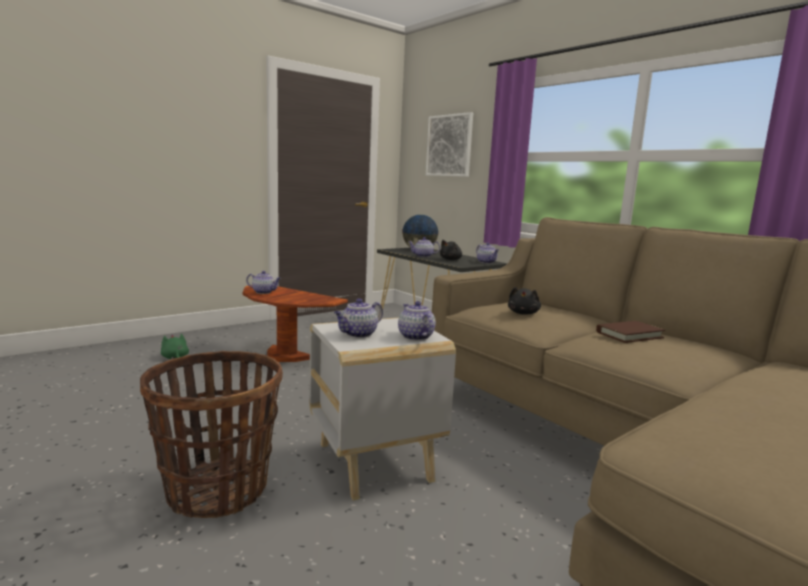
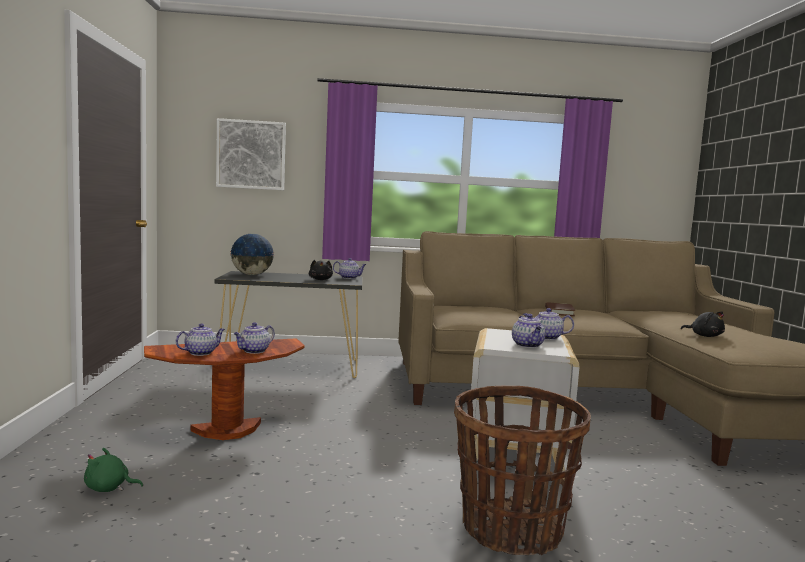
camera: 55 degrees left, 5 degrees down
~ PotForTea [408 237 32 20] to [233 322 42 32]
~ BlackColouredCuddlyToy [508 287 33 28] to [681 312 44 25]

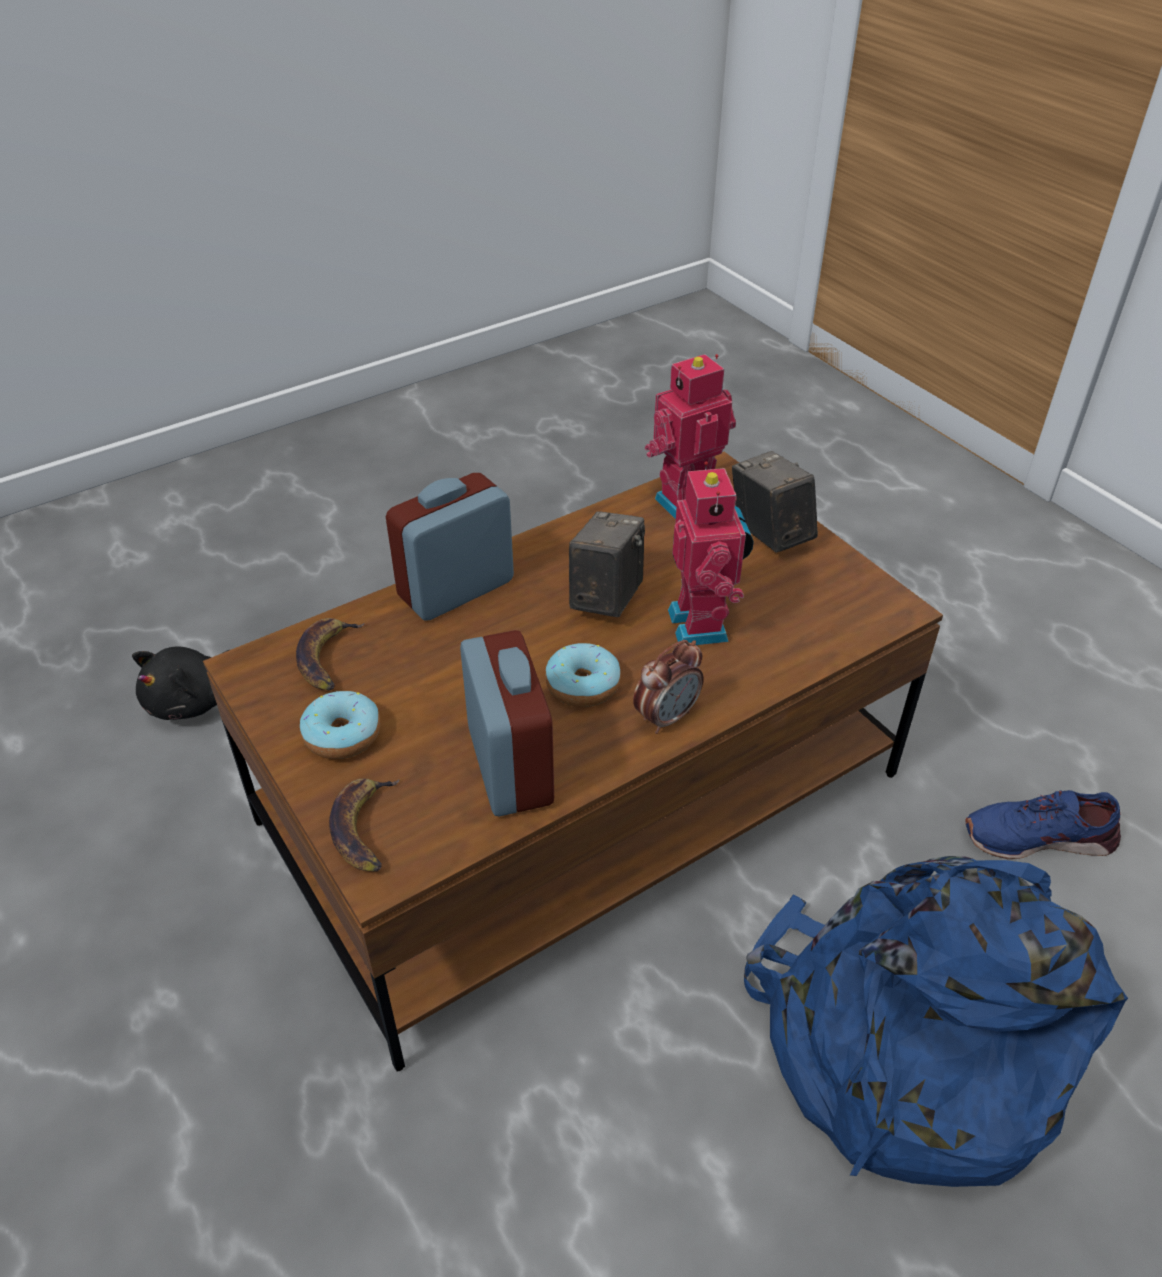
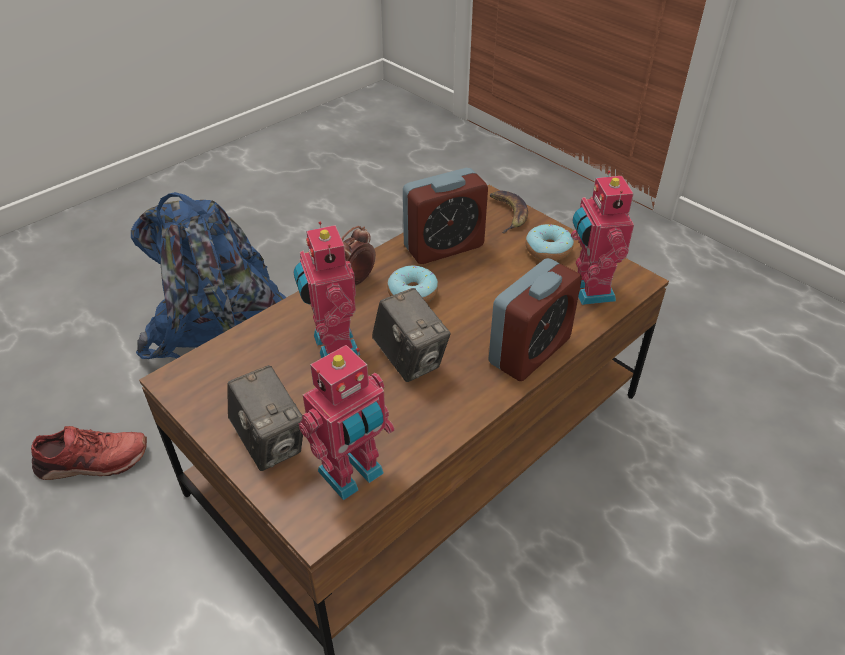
camera: 170 degrees right, 0 degrees up
~ StillCamera [569 511 76 106] = [372 288 79 94] 45 degrees counterclockwise
~ BananaFruit [296 618 68 73] to ModelRobot [571 171 63 134]
~ TableClock [460 630 94 186] = [403 168 85 96] 90 degrees counterclockwise
- BlackColouredCuddlyToy [132 646 97 74]
~ BlueLowShoe [965 790 156 69] to RedLowShoe [31 426 116 54]

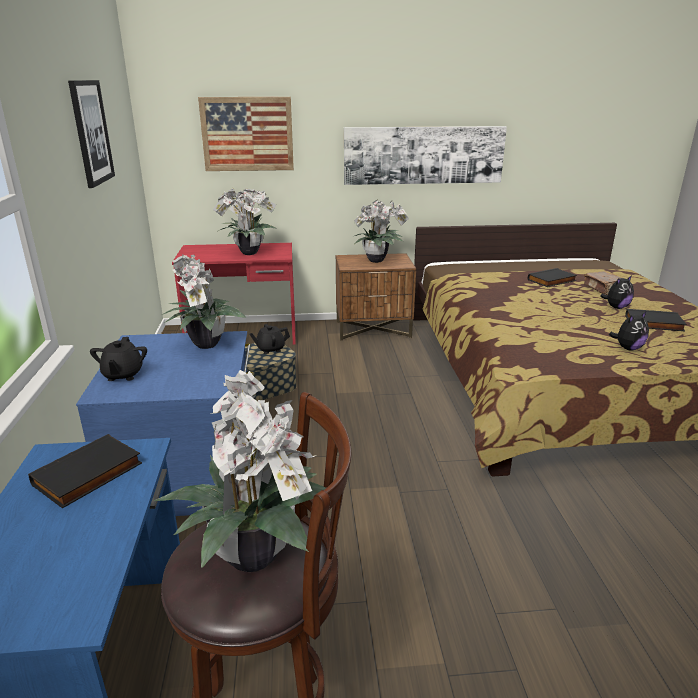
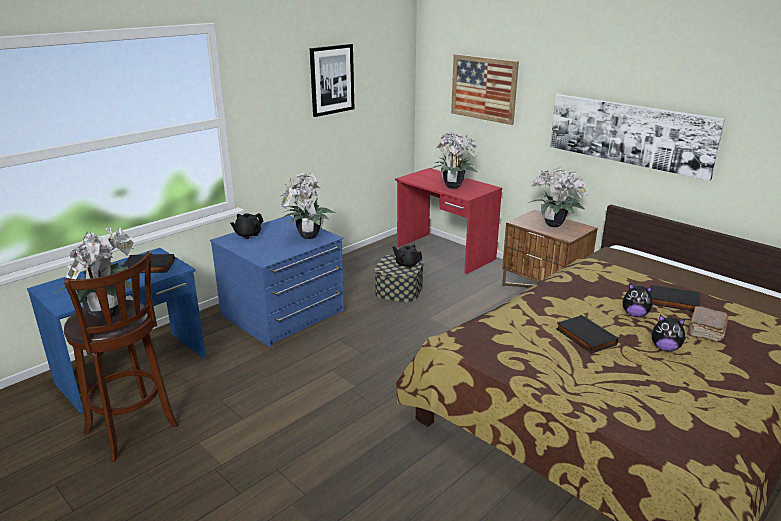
camera: 50 degrees right, 0 degrees up
~ BlackColouredBoundBook [625 309 62 22] to [556 315 62 39]
~ CuddlyToy [609 311 40 39] to [623 283 32 34]

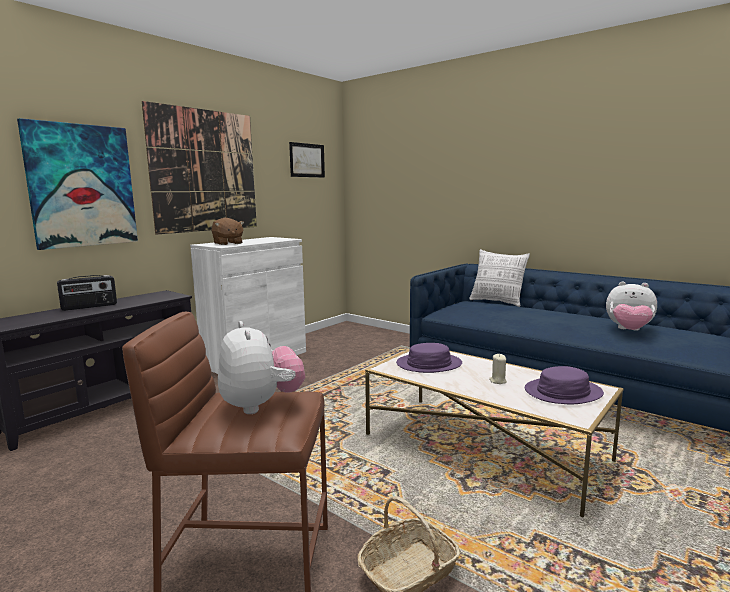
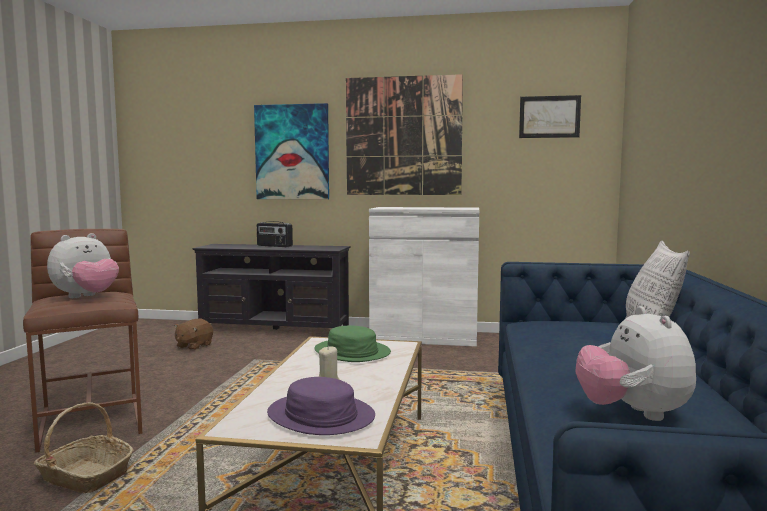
camera: 60 degrees right, 5 degrees down
~ BrownCuddlyToy [211 218 33 27] to [174 318 39 32]
~ PurpleColouredWearableHat [396 343 66 30] to GreenWearableHat [314 325 77 37]

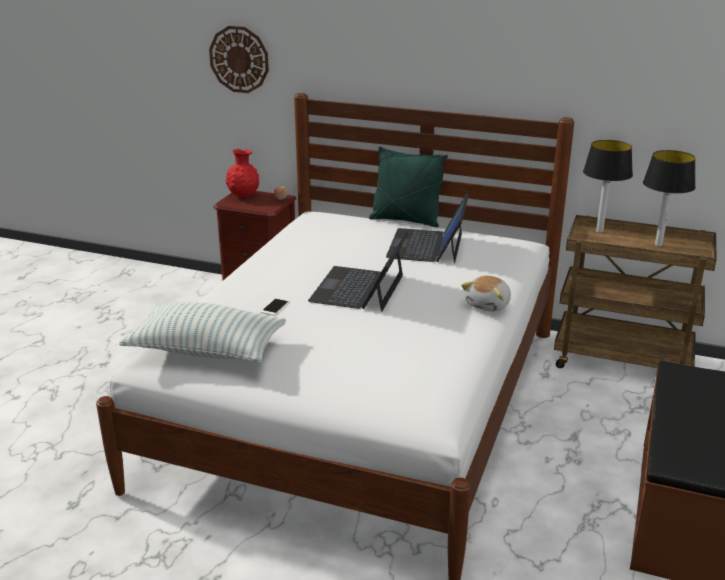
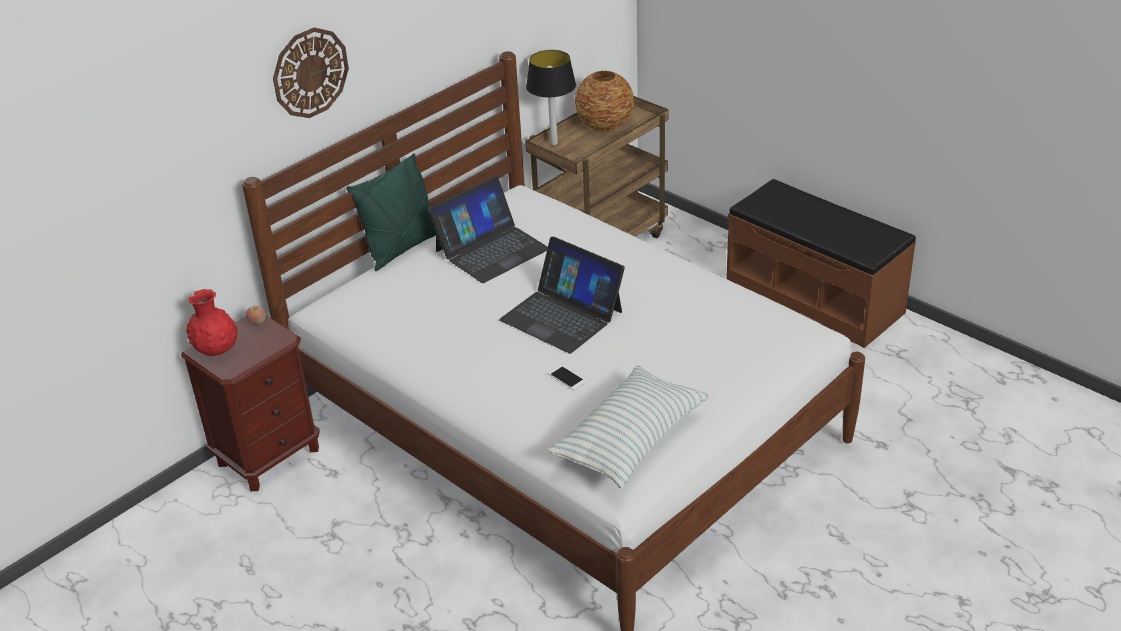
camera: 65 degrees left, 10 degrees up
~ WallClock [209 26 60 67] to [273 28 76 90]
~ TabletopLamp [643 150 53 97] to FlowerVase [575 71 59 60]
~ PortableComputer [386 194 83 69] = [428 176 120 107] 75 degrees counterclockwise
- CuddlyToy [461 276 50 36]

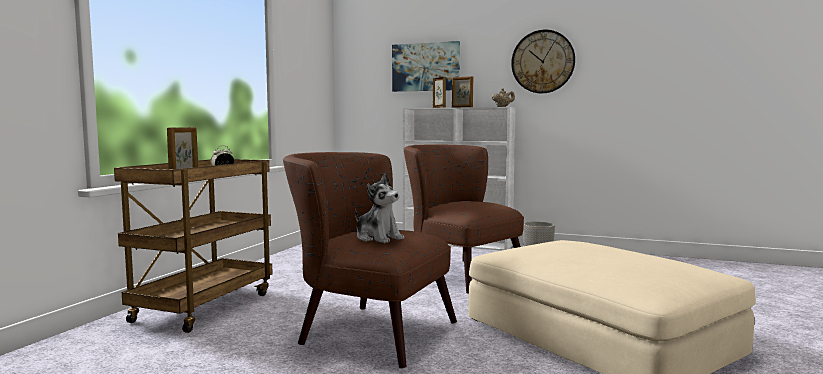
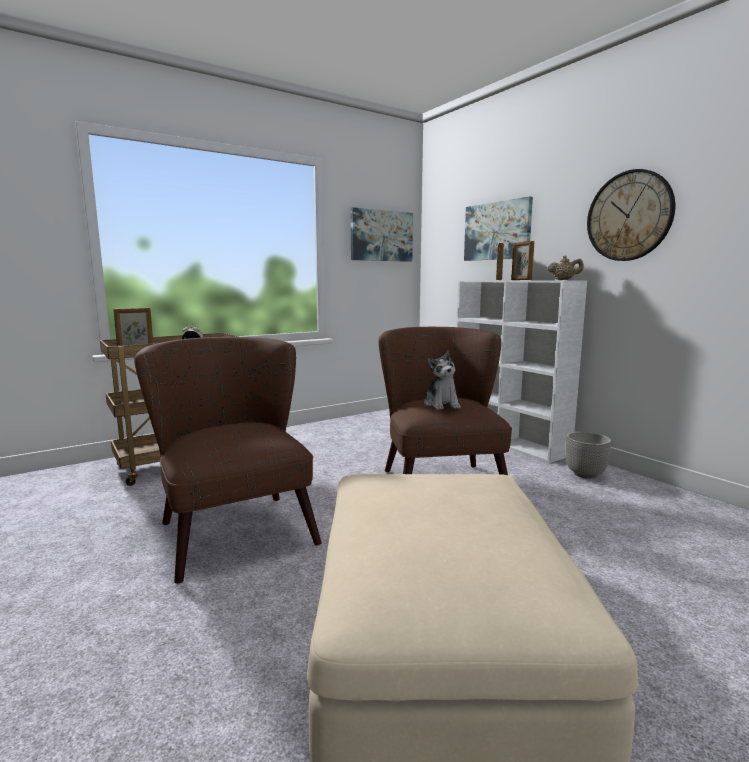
camera: 35 degrees right, 5 degrees up
~ CuddlyToy [355 174 49 69] to [424 350 37 60]
+ WallArt [350 207 63 55]

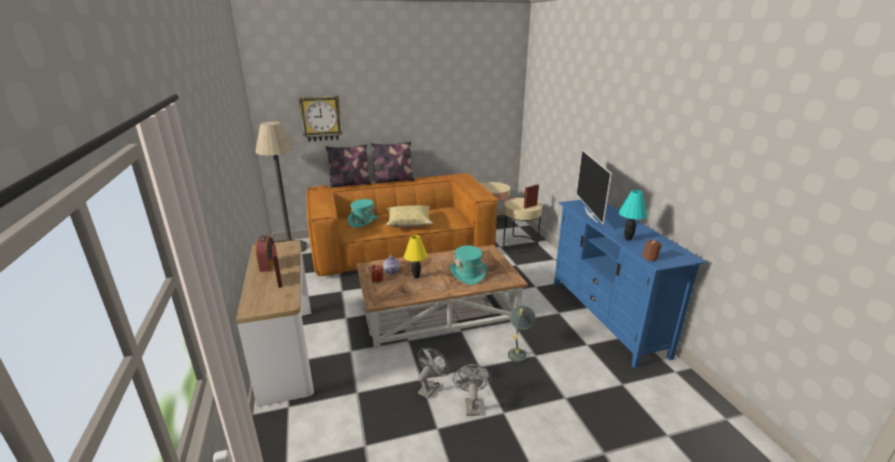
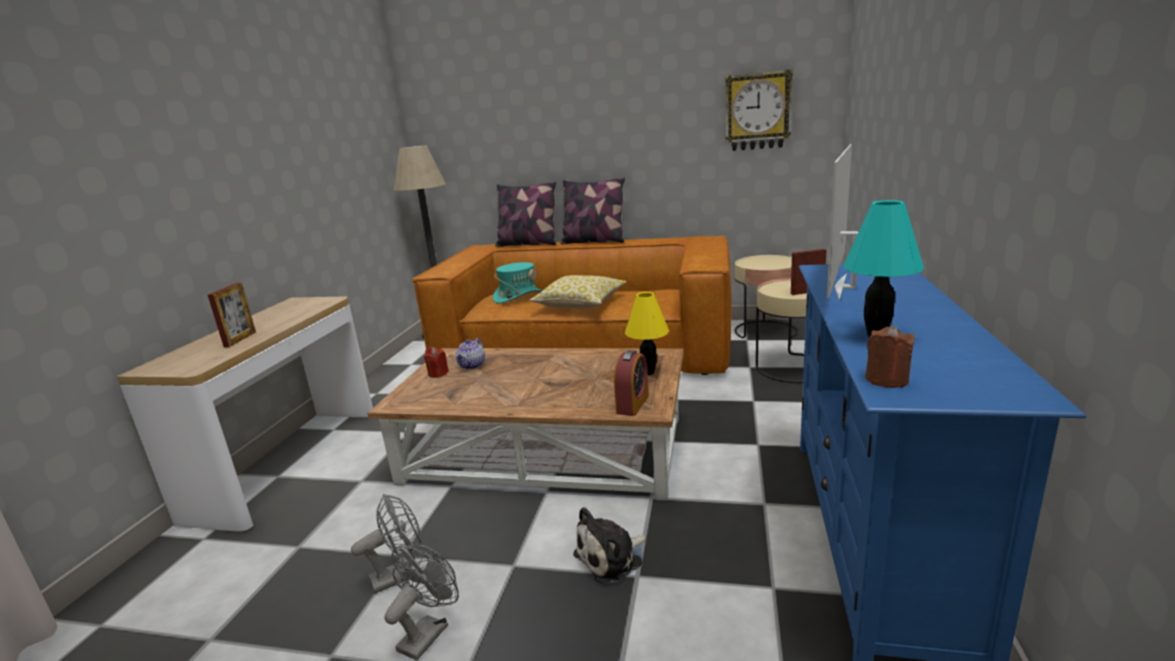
camera: 30 degrees right, 5 degrees down
~ WallClock [298 95 45 47] to [726 70 67 81]
~ TableClock [255 235 19 37] to [614 350 35 66]
~ YellowishTabletopLamp [404 235 24 44] to [625 292 44 83]
- TurquoiseColouredWearableHat [450 245 37 40]
~ GreyishTabletopLamp [508 306 27 56] to CuddlyToy [573 507 73 76]

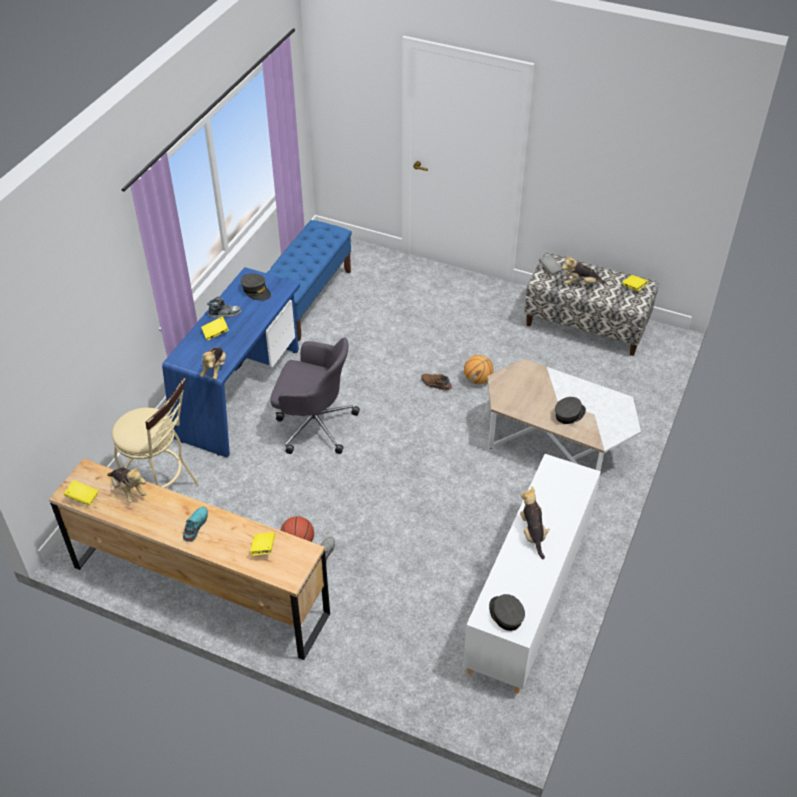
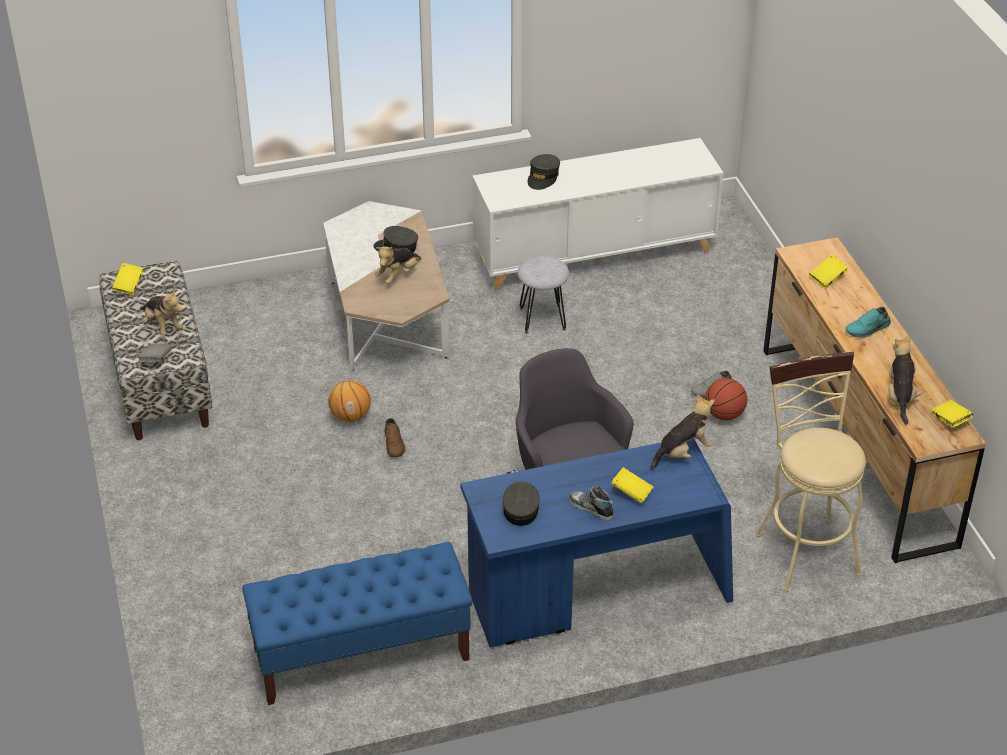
camera: 130 degrees left, 5 degrees down
~ CuddlyToy [520 486 30 73] to [375 246 46 38]
~ GreyishBaseballCap [489 594 36 37] to [528 154 32 36]
+ GreyishStoolSeat [518 256 51 77]

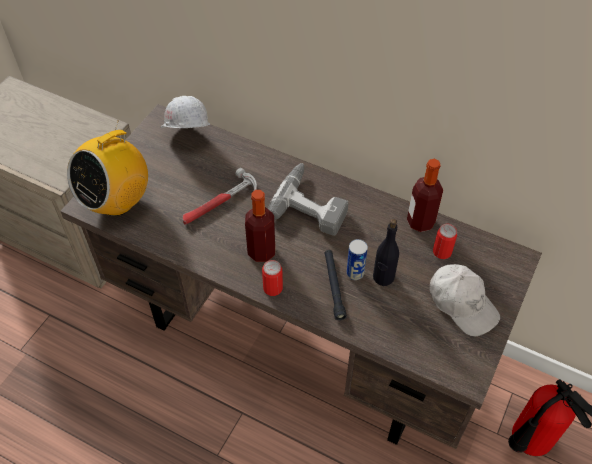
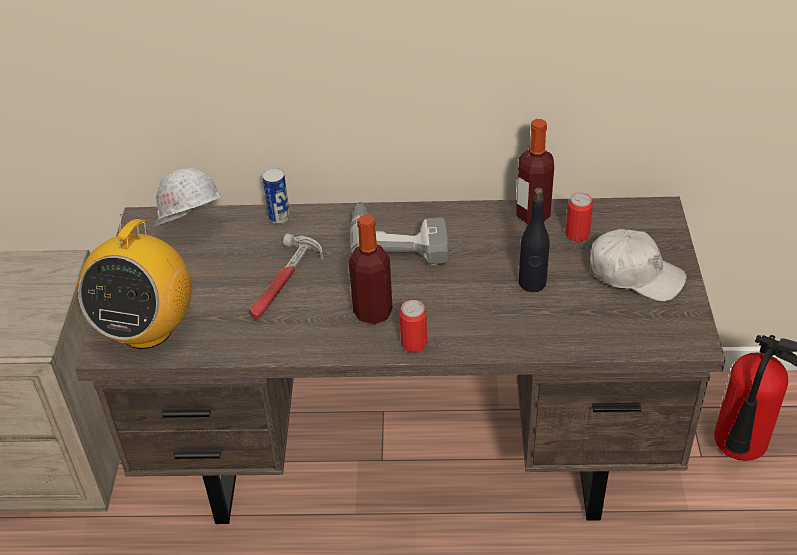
camera: 25 degrees left, 10 degrees down
~ Can [346 239 22 41] to [262 168 28 57]
- BlackColouredFlashlight [324 250 23 70]

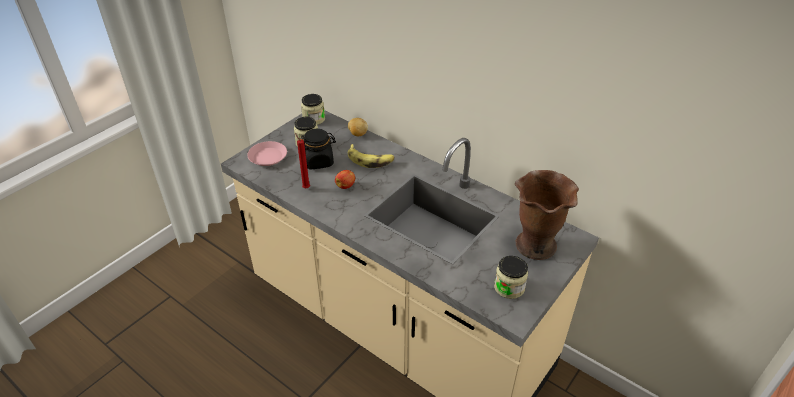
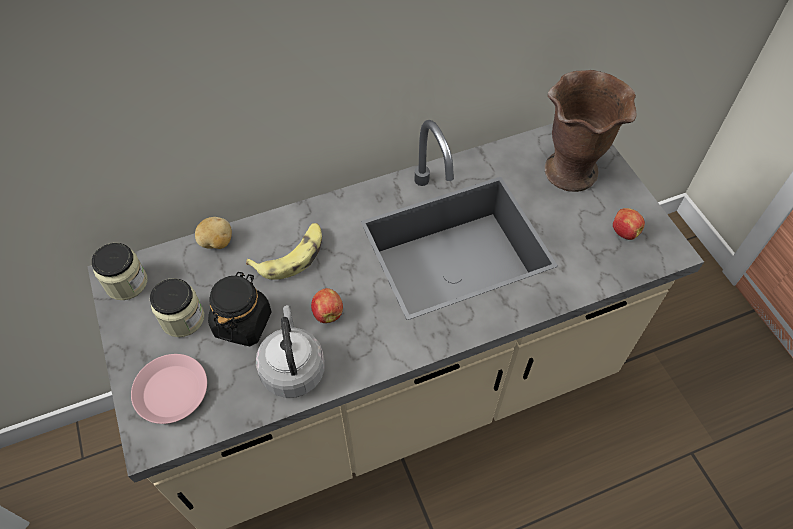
camera: 60 degrees left, 15 degrees up
~ RedWaxCandle [295 133 15 55] to GreyishKettle [256 305 69 93]
~ PreserveJar [494 256 34 43] to AppleFruit [613 208 32 32]

